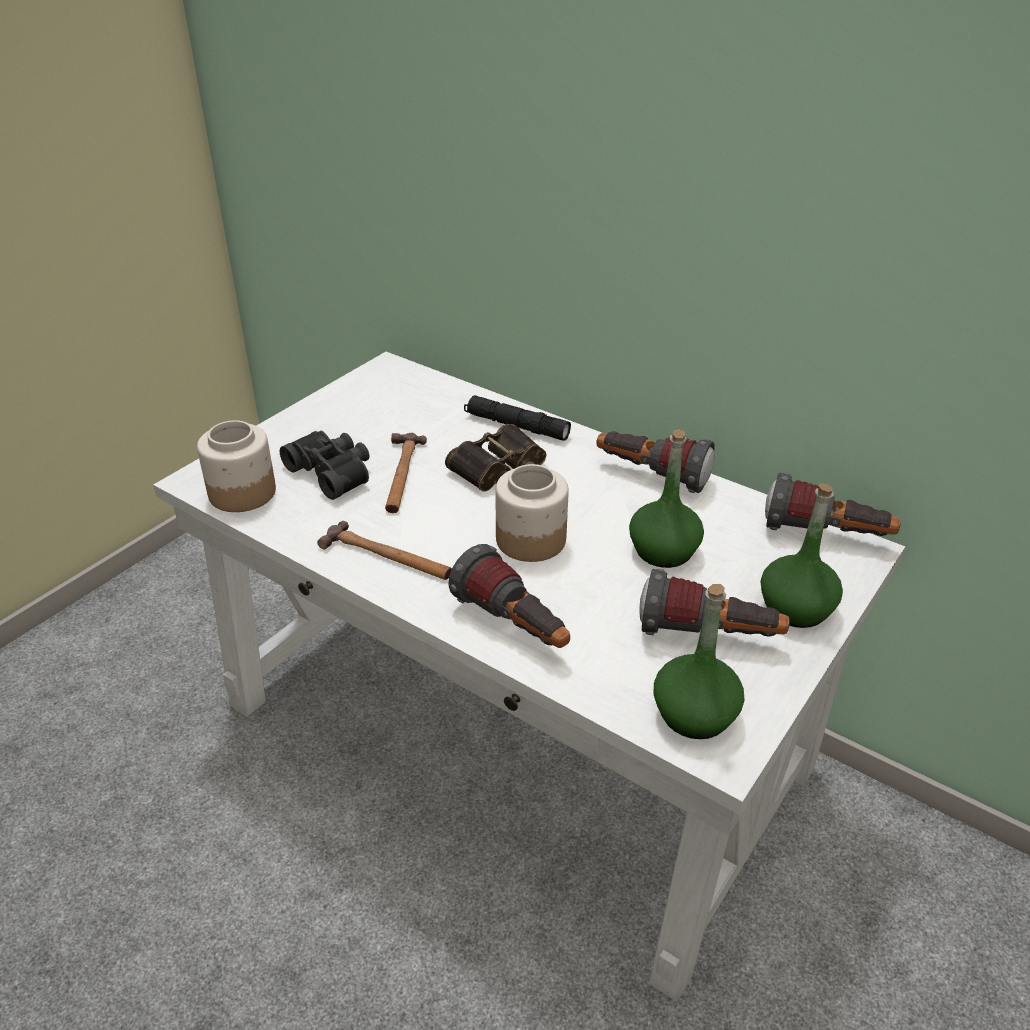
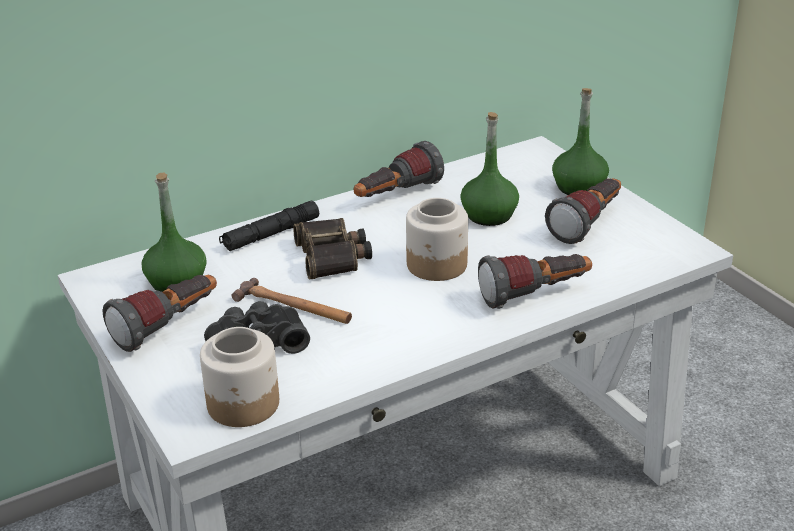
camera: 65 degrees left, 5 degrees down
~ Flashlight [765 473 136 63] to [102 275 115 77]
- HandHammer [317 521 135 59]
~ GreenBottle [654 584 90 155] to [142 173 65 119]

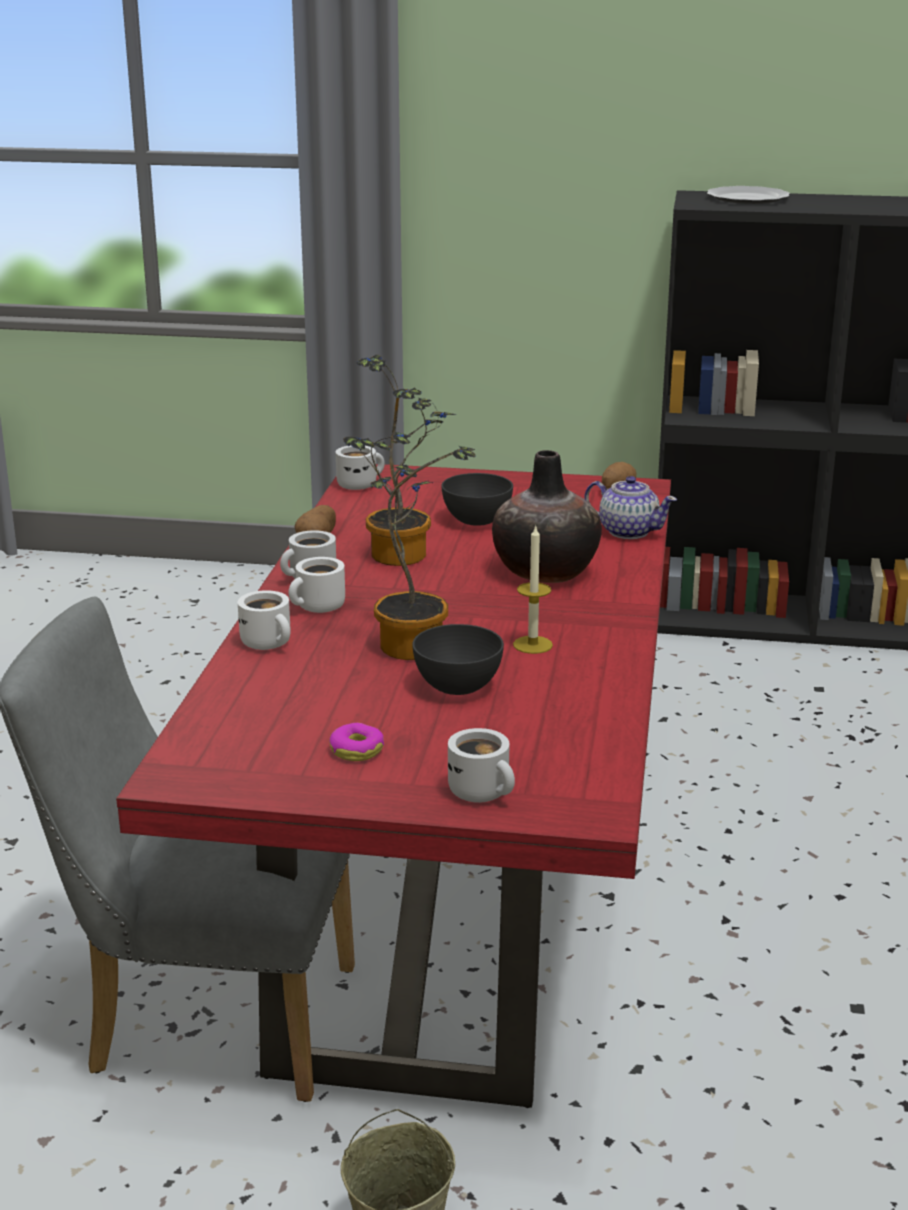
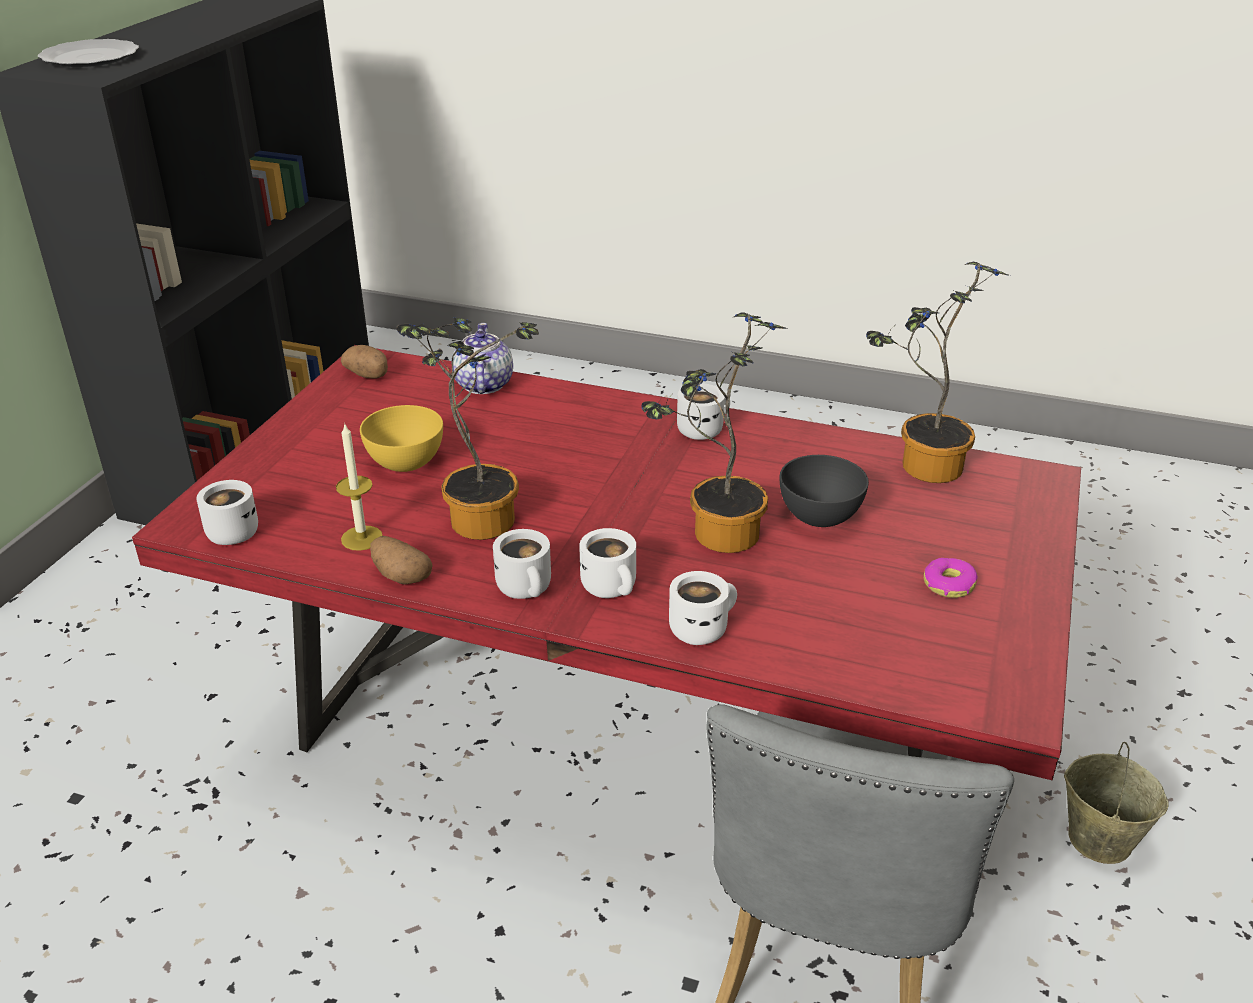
camera: 80 degrees left, 10 degrees up
- FlowerVase [492 450 110 133]
~ GreyishDeepDish [442 473 71 53] to YellowishDeepDish [360 405 83 67]
~ PotForTea [584 476 93 63] = [453 323 60 71] 45 degrees counterclockwise
~ WaxCandle [513 525 40 129] to [336 422 47 129]
~ WhiteMug [448 728 67 75] to [677 383 53 57]
+ PottedPlant [866 262 145 221]

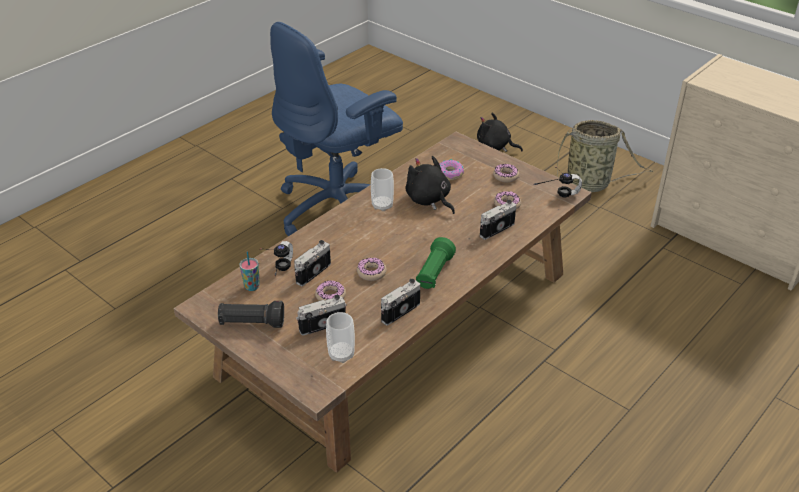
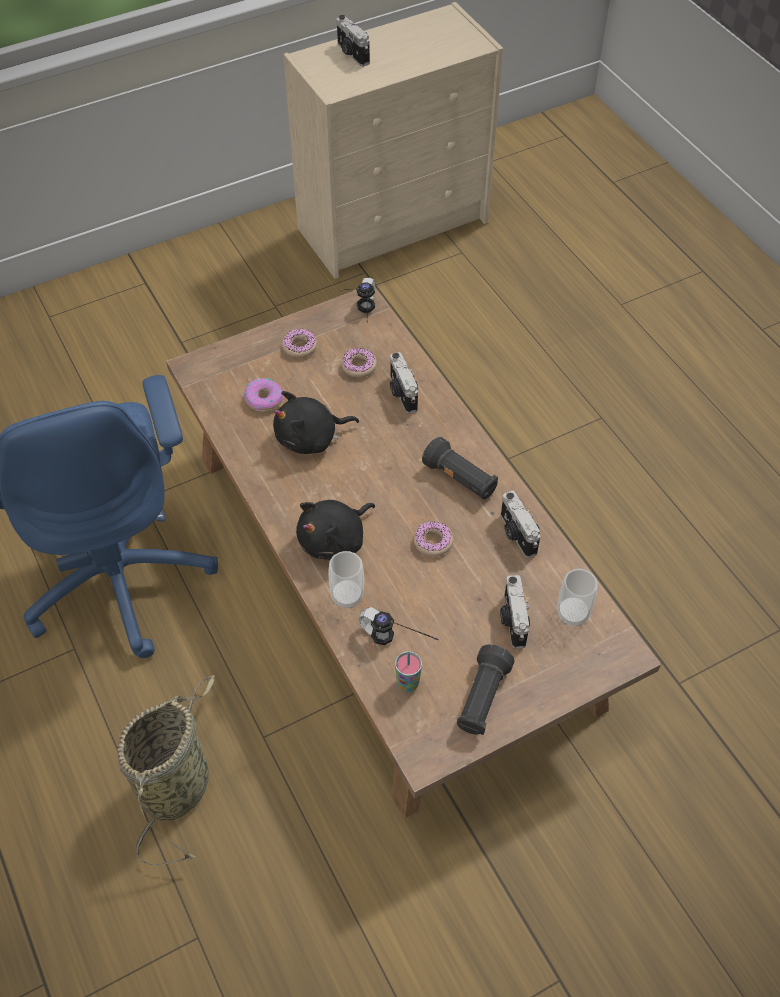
camera: 70 degrees left, 15 degrees up
~ BlackColouredCuddlyToy [477 113 46 39] to [296 500 79 60]
~ StorageBasket [557 120 96 72] to [117 675 98 190]
~ DrinkingCup [371 168 23 43] to [329 551 35 58]
~ GreenFlashlight [416 237 40 52] to BlackColouredFlashlight [422 437 76 63]
~ StillCamera [294 240 37 46] to [336 15 34 52]
- RingDoughnut [315 281 31 20]

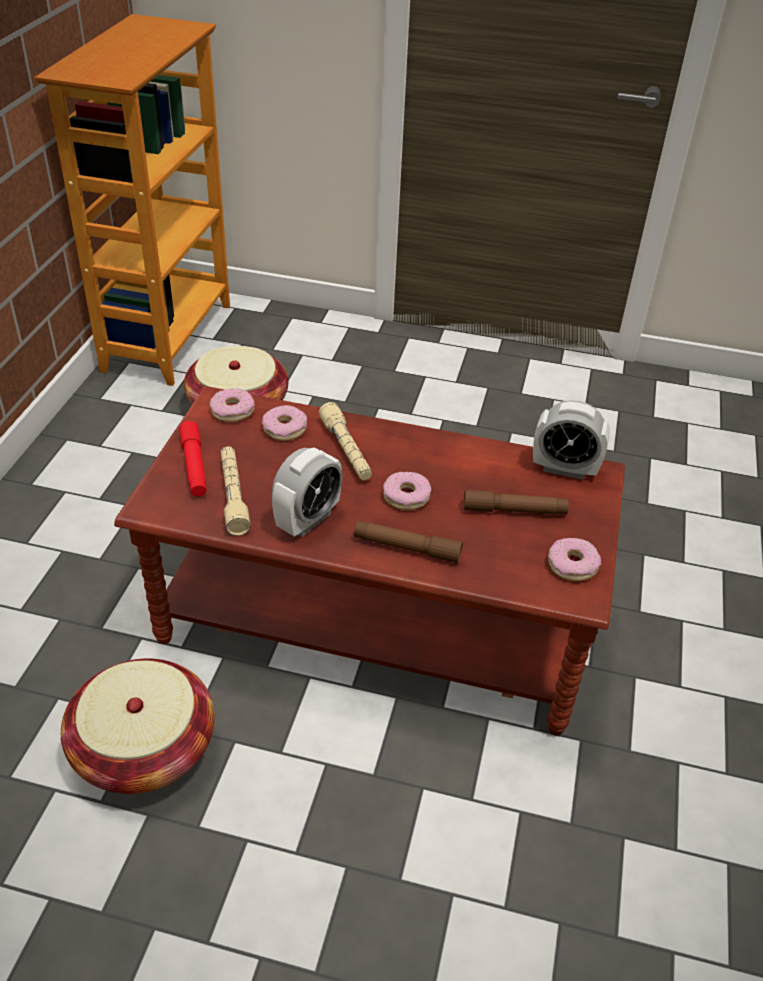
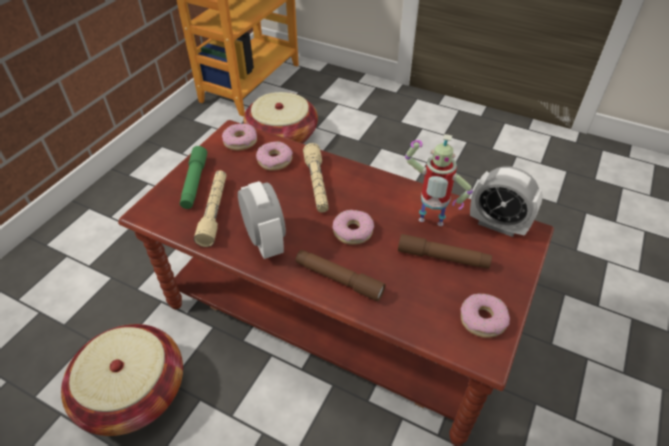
camera: 15 degrees right, 5 degrees up
~ RedFlashlight [179 421 28 76] to GreenFlashlight [180 146 27 63]
~ TableClock [272 447 71 90] = [238 181 48 78] 75 degrees counterclockwise
+ ModelRobot [405 134 68 92]

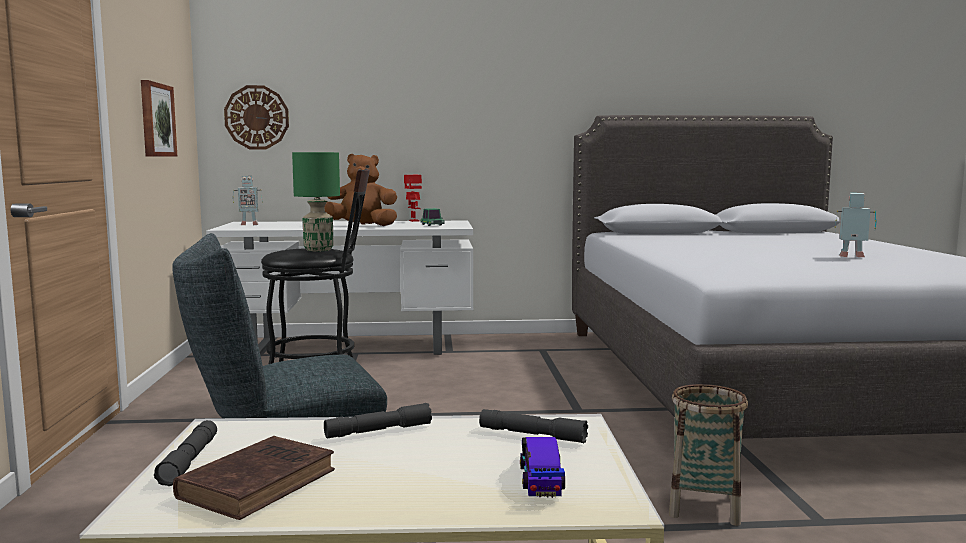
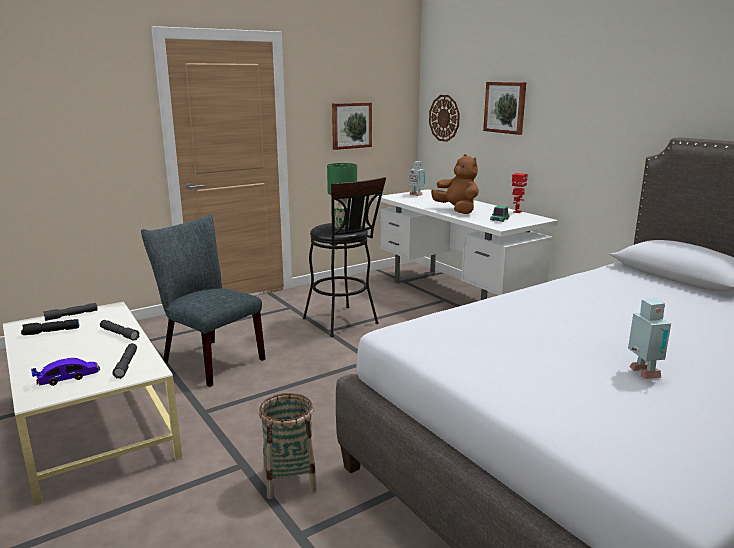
camera: 60 degrees right, 10 degrees up
~ BrownBoundBook [173 436 162 84] to BlackColouredFlashlight [21 319 58 16]
+ WallArt [483 82 43 53]

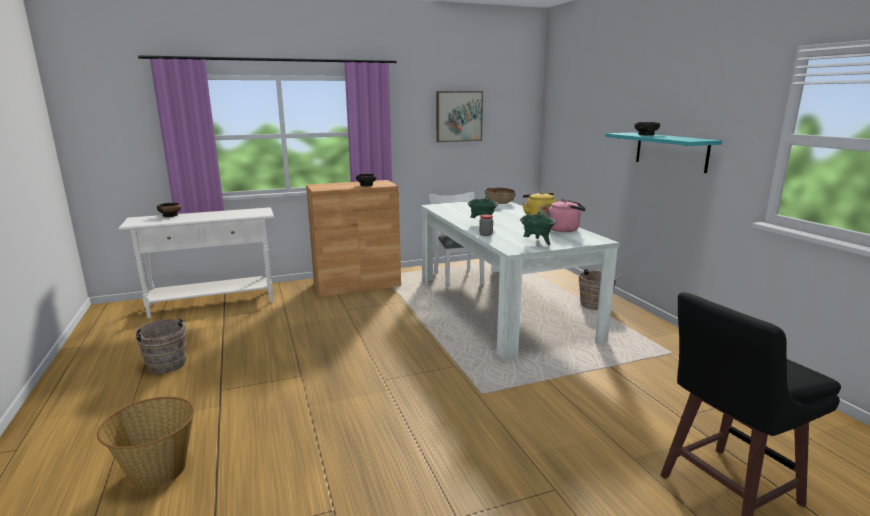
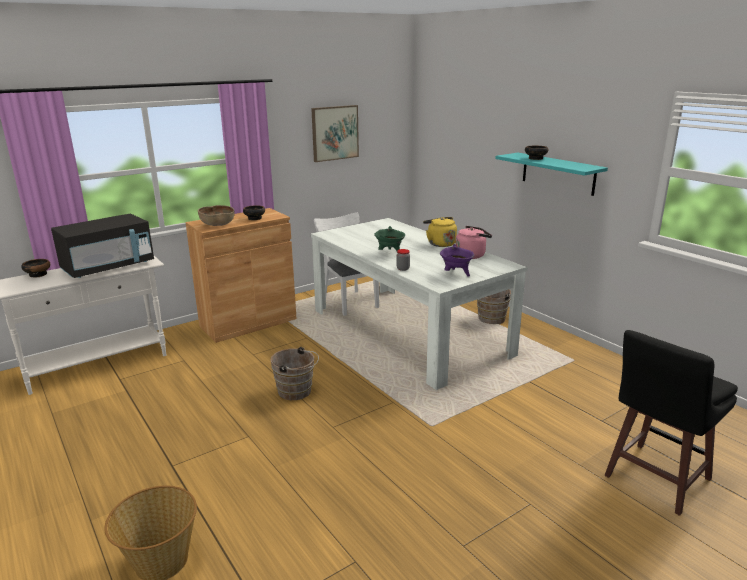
camera: 15 degrees left, 5 degrees up
~ BrownDeepDish [485 187 31 17] to [198 205 37 21]
~ GreenSaucepot [520 212 36 33] to PurpleColouredSaucepot [440 244 34 33]
~ BrownPail [135 318 53 56] to [270 347 49 53]
+ BlackColouredMicrowaveOven [51 214 103 64]

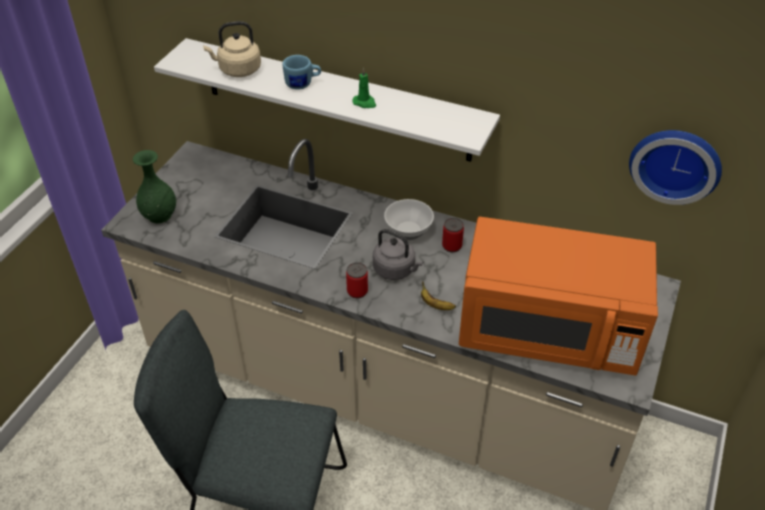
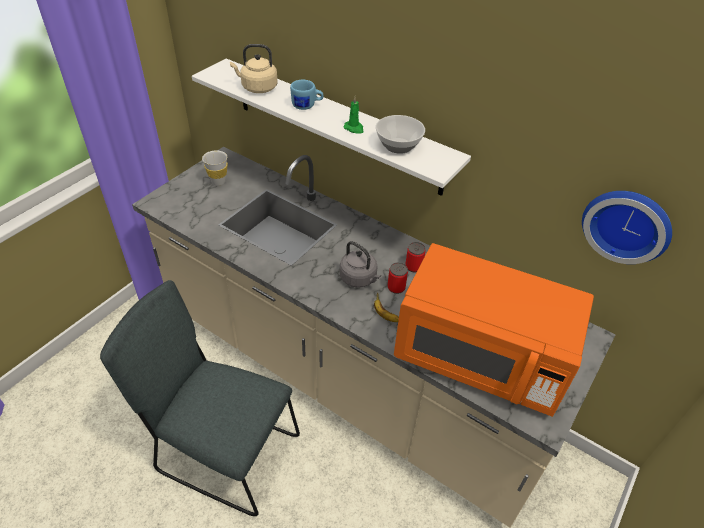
camera: 10 degrees right, 0 degrees up
- GreenFlowerVase [133 150 43 73]
~ DeepDish [384 199 50 41] to [376 115 49 39]
~ Can [346 262 22 36] to [387 263 21 31]
+ WhiteDrinkingCup [202 150 26 36]

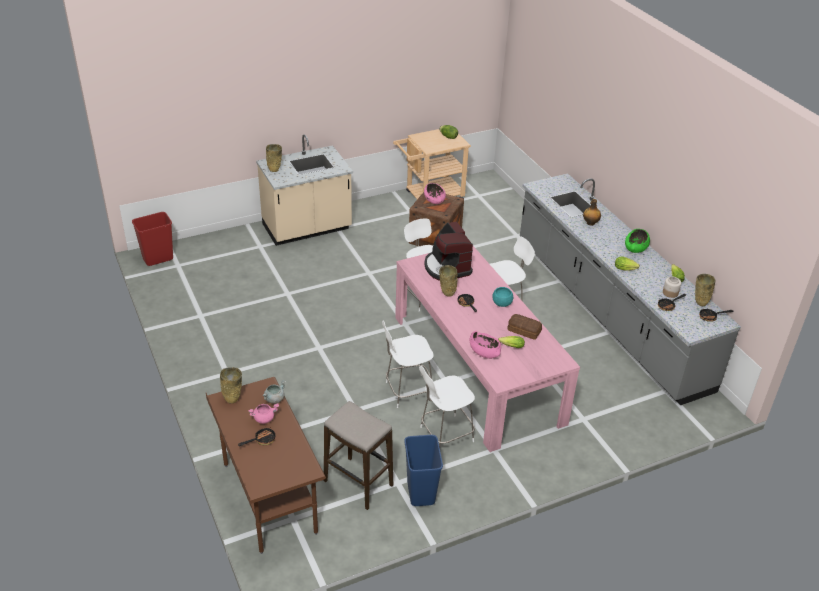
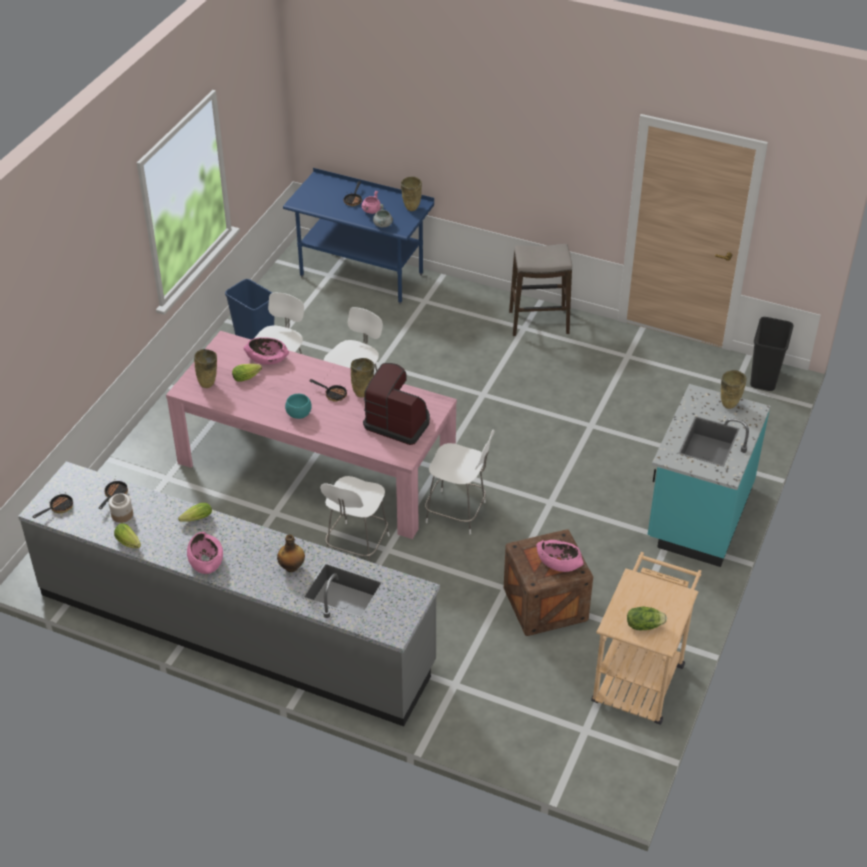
camera: 140 degrees right, 5 degrees up
~ BeigeKitchenCounter [256 134 97 112] to TurquoiseColouredKitchenCounter [648 384 123 183]
~ RedTrashCan [132 212 41 54] to BlackColouredTrashCan [750 317 44 74]
~ GreenDeepDish [625 229 25 24] to PinkColouredDeepDish [187 532 36 42]
~ BeigeFlowerVase [695 274 20 32] to [194 349 23 39]
- BakeryBread [507 314 35 26]
~ BrownDesk [206 377 120 177] to BlueDesk [283 168 151 136]
~ StoolSeat [323 401 70 109] to [509 244 63 92]

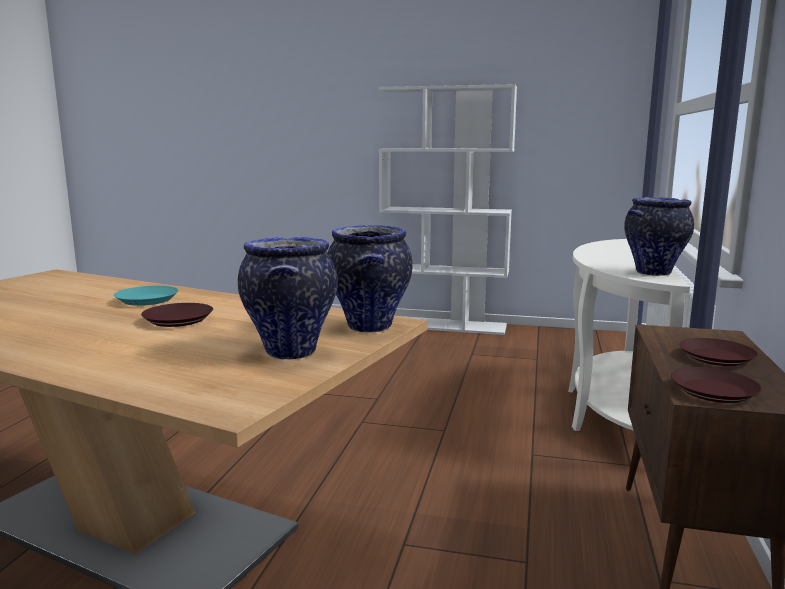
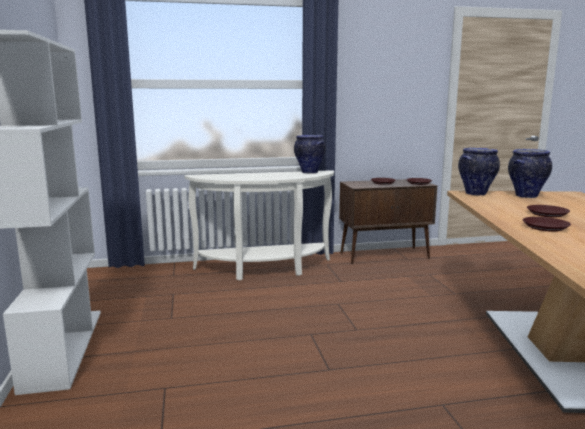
camera: 115 degrees left, 0 degrees up
~ TurquoiseColouredFlatDish [114 286 65 20] to BrownFlatDish [523 217 48 15]

